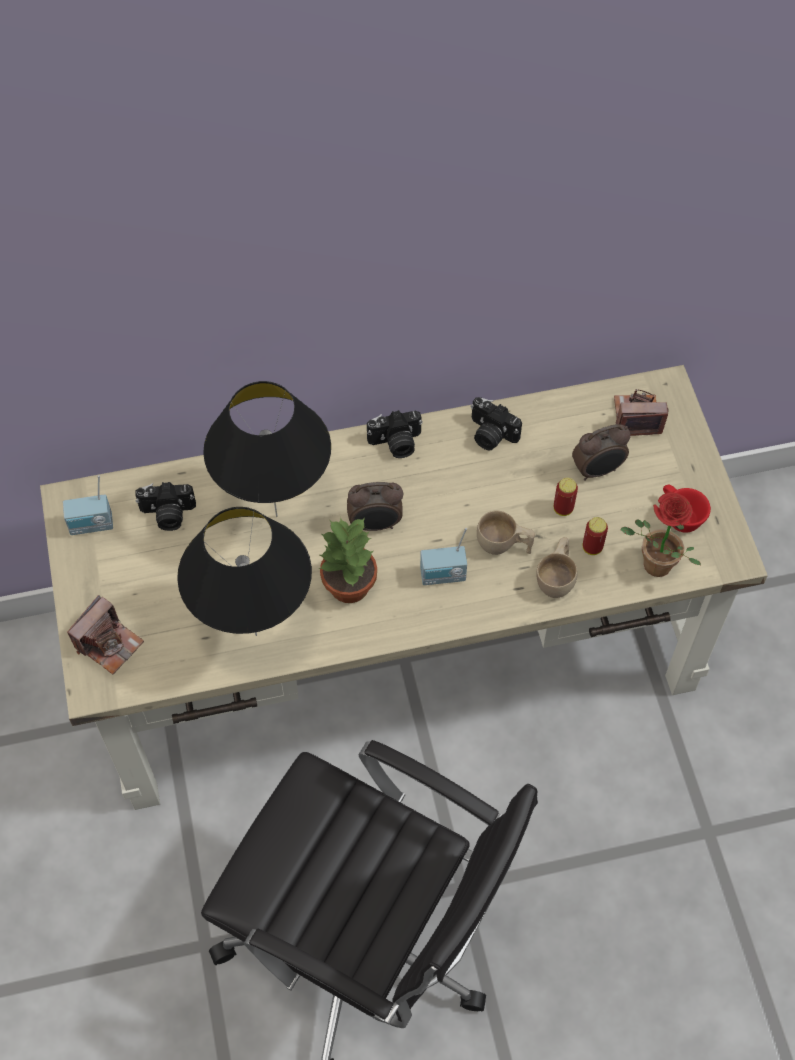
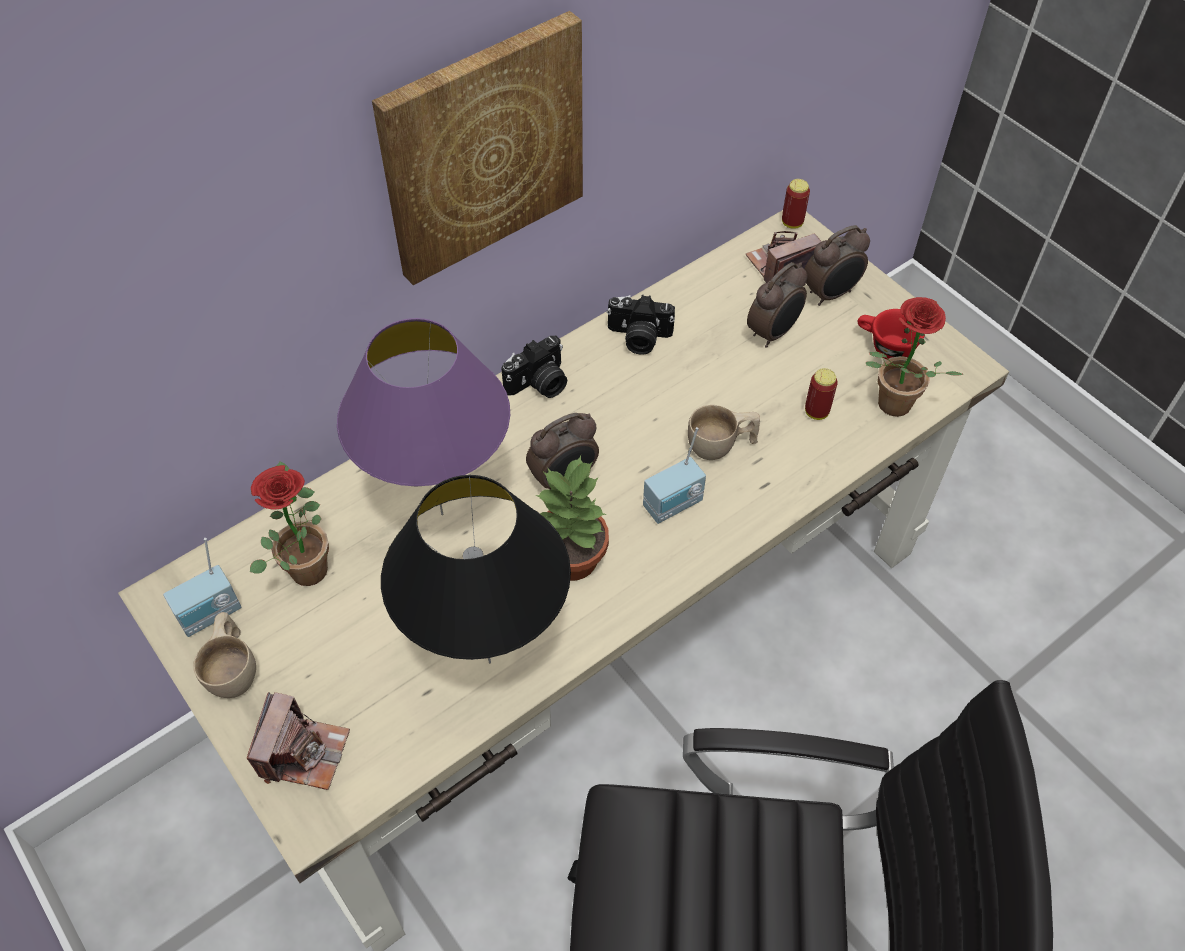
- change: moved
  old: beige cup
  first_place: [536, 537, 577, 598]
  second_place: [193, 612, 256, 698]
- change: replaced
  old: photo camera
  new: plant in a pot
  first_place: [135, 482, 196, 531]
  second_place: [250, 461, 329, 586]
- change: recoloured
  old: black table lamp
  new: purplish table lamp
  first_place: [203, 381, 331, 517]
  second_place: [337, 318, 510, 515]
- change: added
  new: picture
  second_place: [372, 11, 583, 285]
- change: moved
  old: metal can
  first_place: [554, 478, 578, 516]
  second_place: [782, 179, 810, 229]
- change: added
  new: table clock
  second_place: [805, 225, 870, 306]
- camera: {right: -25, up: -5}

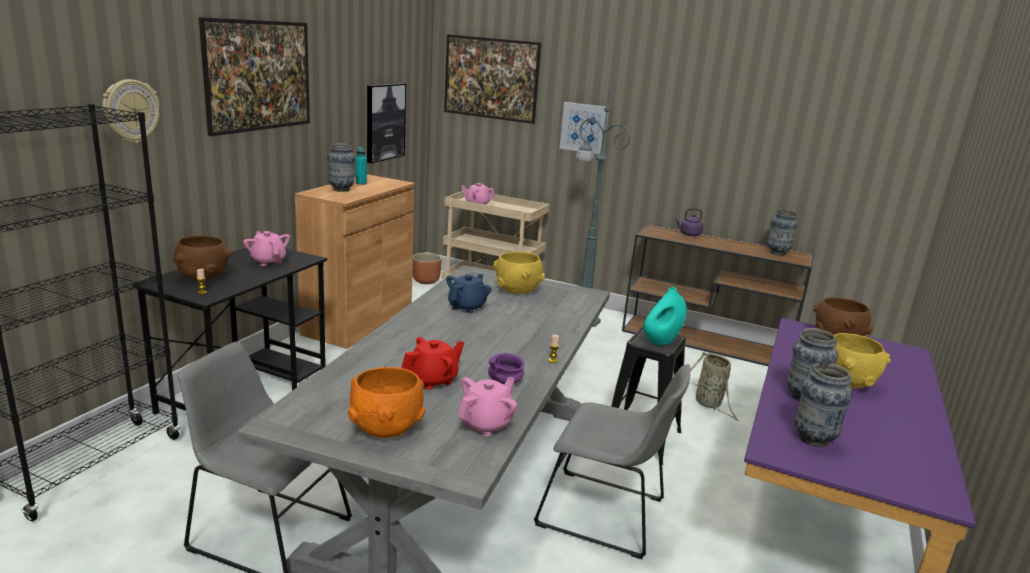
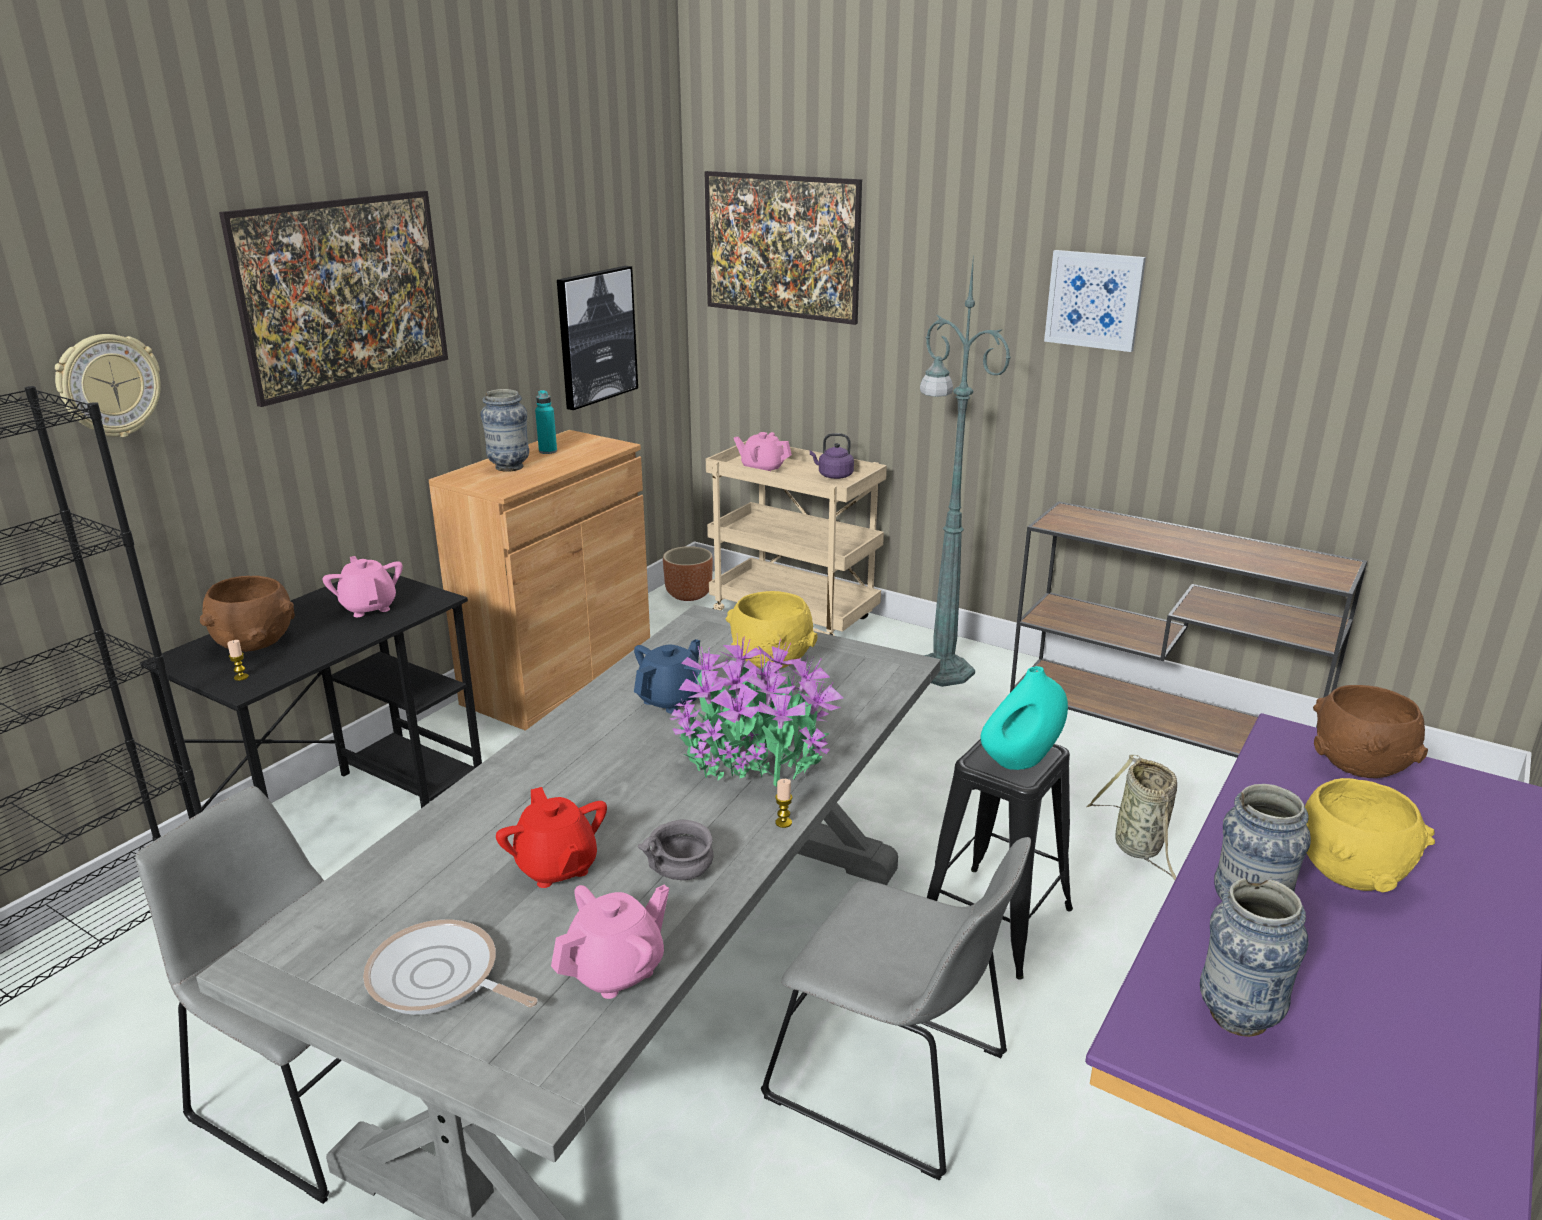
- change: replaced
  old: orange serving bowl
  new: pan
  first_place: [348, 367, 426, 438]
  second_place: [363, 919, 538, 1015]
- change: turned
  old: red tea pot
  first_place: [401, 337, 464, 390]
  second_place: [496, 787, 607, 888]
  degrees: 90
- change: recoloured
  old: purplish serving bowl
  new: grey serving bowl
  first_place: [488, 353, 525, 384]
  second_place: [638, 820, 714, 880]
- change: added
  new: plant in a pot
  second_place: [670, 636, 843, 787]
- change: moved
  old: purplish tea kettle
  first_place: [675, 208, 703, 236]
  second_place: [810, 433, 854, 479]
- change: moved
  old: picture
  first_place: [560, 102, 609, 155]
  second_place: [1044, 250, 1146, 352]
- change: removed
  old: flower vase
  first_place: [767, 209, 798, 255]
- camera: {right: 10, up: 5}

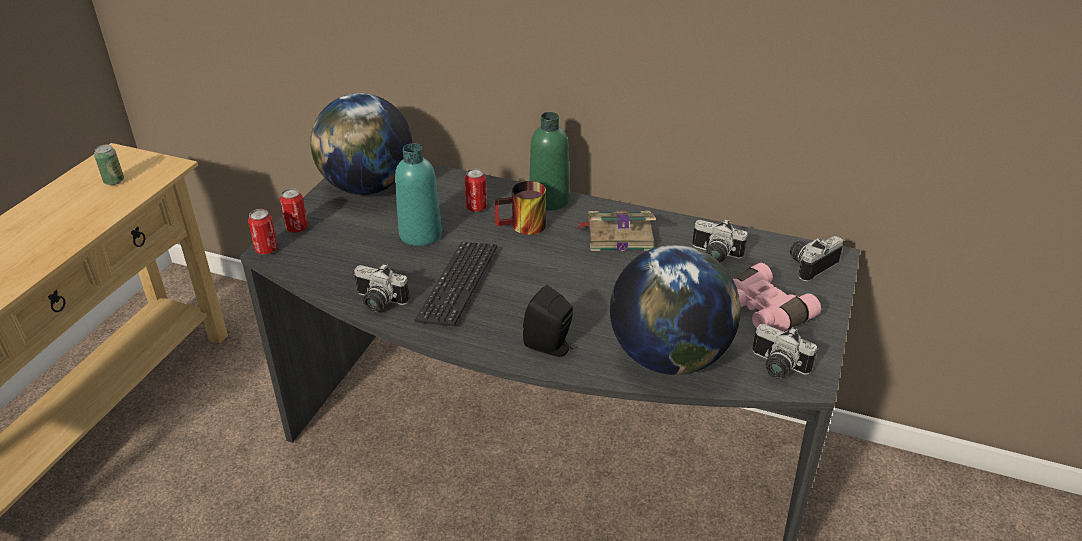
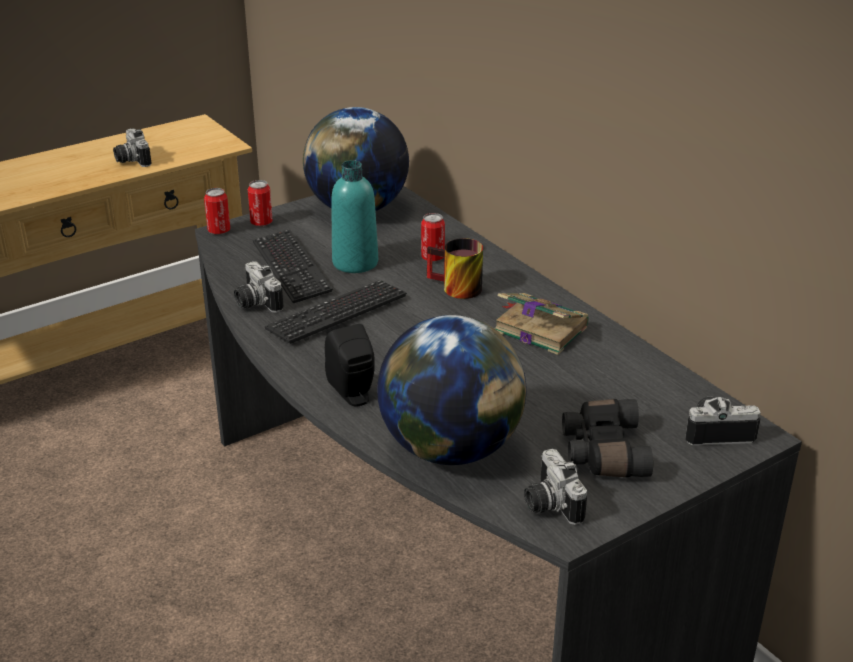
- change: moved
  old: photo camera
  first_place: [692, 219, 748, 262]
  second_place: [113, 129, 152, 167]
- change: added
  new: PC keyboard
  second_place: [253, 230, 333, 303]
- change: recoloured
  old: pink pair of binoculars
  new: black pair of binoculars
  first_place: [733, 263, 821, 331]
  second_place: [562, 399, 653, 477]
- change: removed
  old: metal can
  first_place: [94, 144, 124, 185]
- change: removed
  old: green drink bottle
  first_place: [529, 112, 570, 211]
- camera: {right: 35, up: -5}

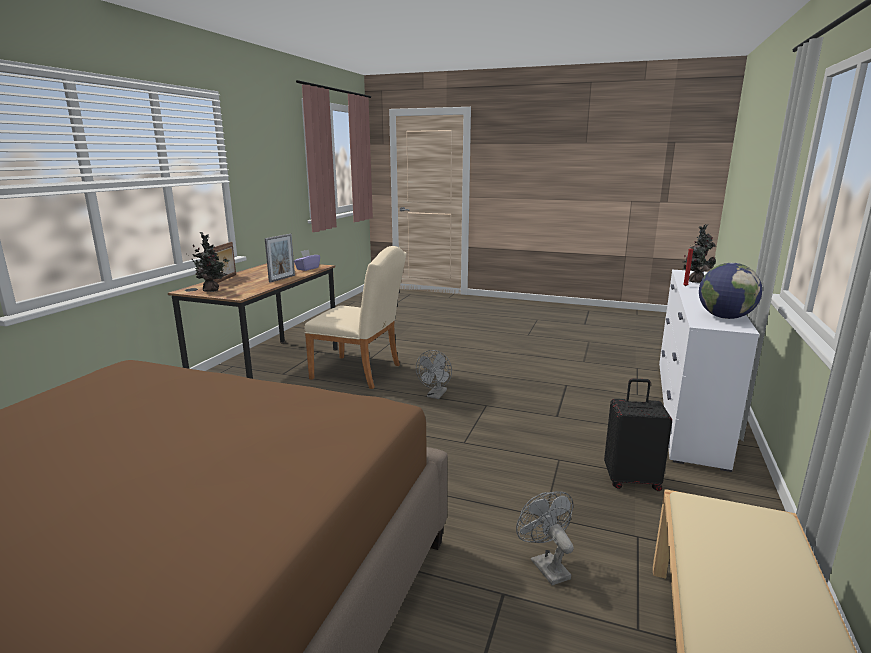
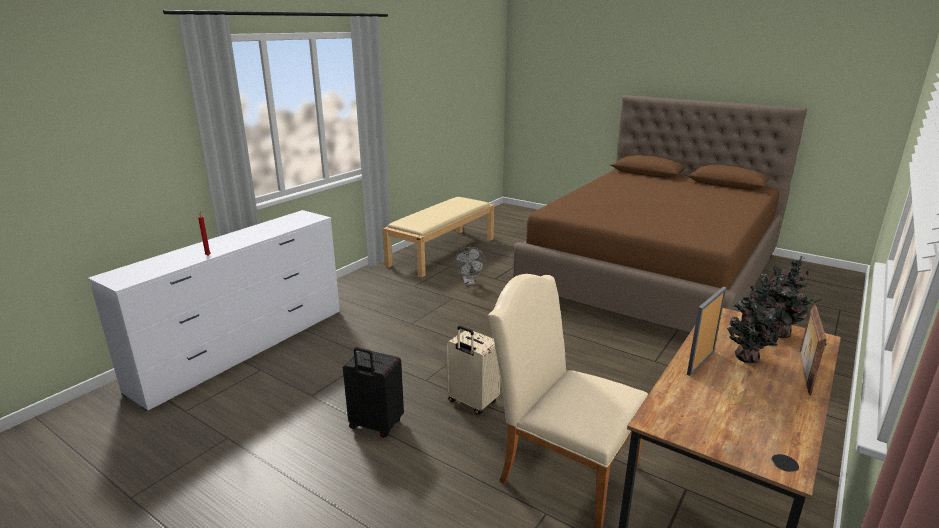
- change: moved
  old: black piece of luggage
  first_place: [604, 378, 672, 491]
  second_place: [343, 347, 404, 438]
- change: replaced
  old: grey electric fan
  new: beige piece of luggage
  first_place: [416, 350, 452, 399]
  second_place: [447, 325, 500, 414]
- change: moved
  old: plant in a pot
  first_place: [683, 224, 716, 283]
  second_place: [727, 274, 784, 364]
- change: removed
  old: purplish tissue box
  first_place: [294, 250, 320, 271]
- change: removed
  old: desk globe
  first_place: [699, 263, 762, 319]
- camera: {right: -165, up: 5}

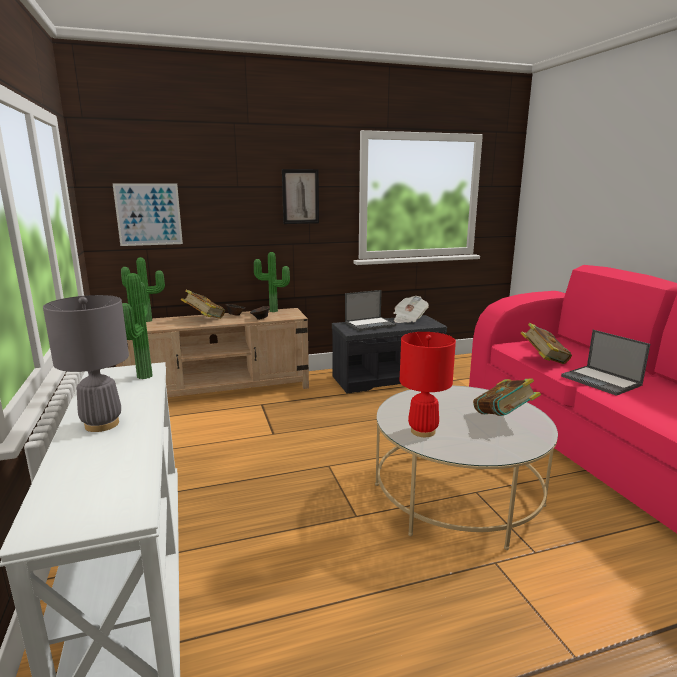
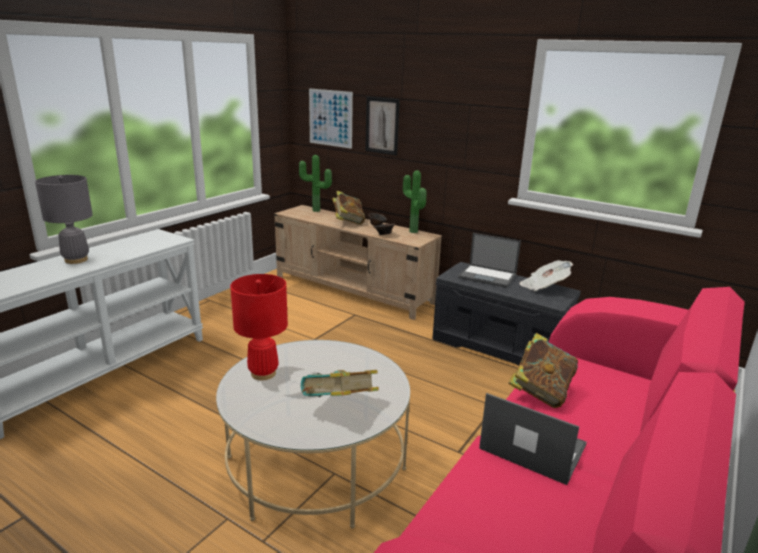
- change: moved
  old: picture
  first_place: [282, 169, 319, 224]
  second_place: [365, 97, 400, 156]
- change: turned
  old: laptop
  first_place: [561, 330, 650, 396]
  second_place: [479, 393, 587, 485]
  degrees: 105
- change: removed
  old: plant in a pot
  first_place: [122, 273, 153, 379]
- camera: {right: 50, up: 5}

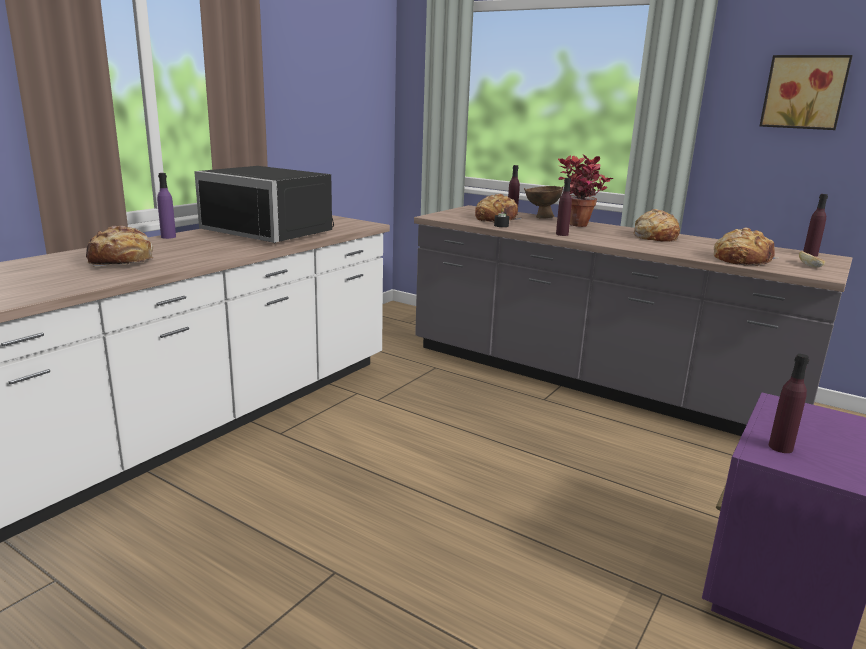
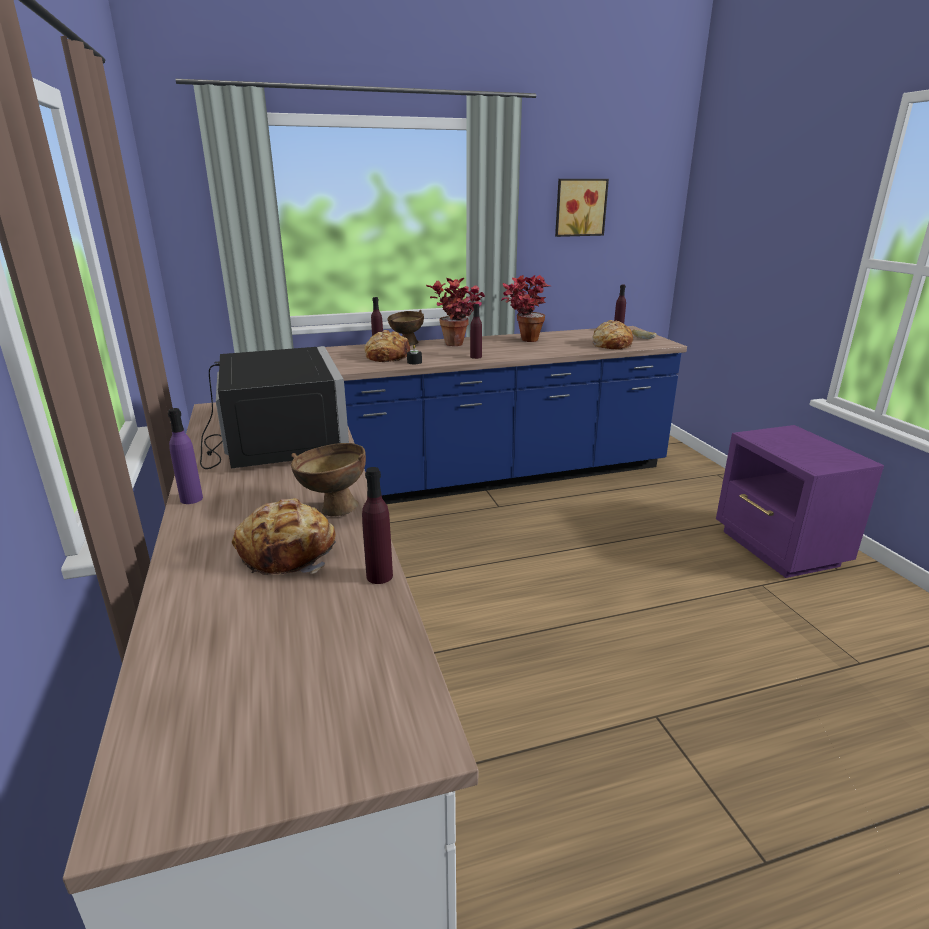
- change: turned
  old: black microwave oven
  first_place: [194, 166, 334, 243]
  second_place: [200, 346, 349, 469]
  degrees: -90
- change: added
  new: brownish serving bowl
  second_place: [291, 443, 366, 517]
- change: recoloured
  old: grey kitchen base unit
  new: bluish kitchen base unit
  first_place: [414, 205, 853, 436]
  second_place: [325, 326, 687, 504]
- change: moved
  old: purplish drink bottle
  first_place: [769, 354, 809, 453]
  second_place: [362, 467, 393, 584]
- change: replaced
  old: baked bread
  new: plant in a pot
  first_place: [633, 209, 680, 242]
  second_place: [501, 275, 551, 342]
- camera: {right: -50, up: 5}

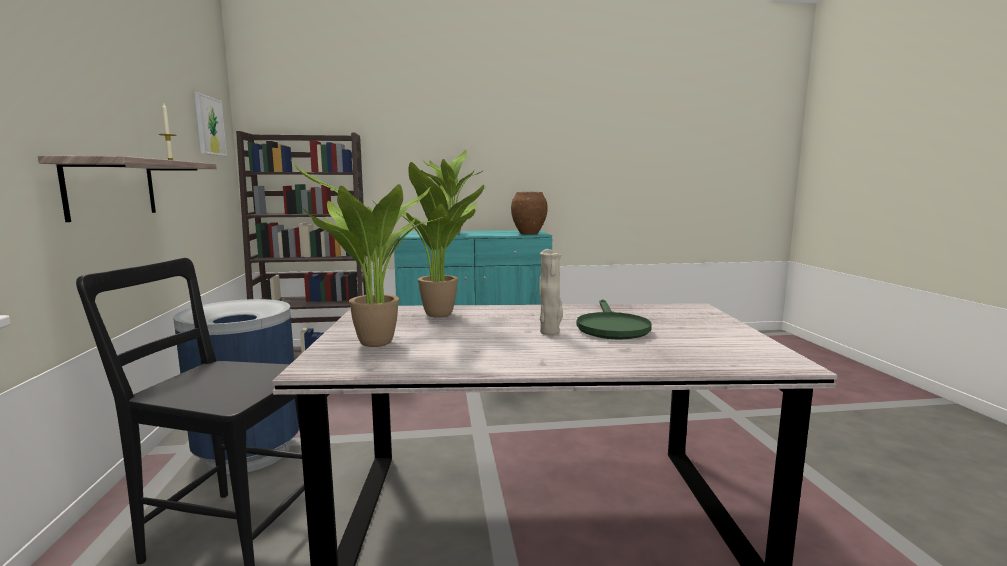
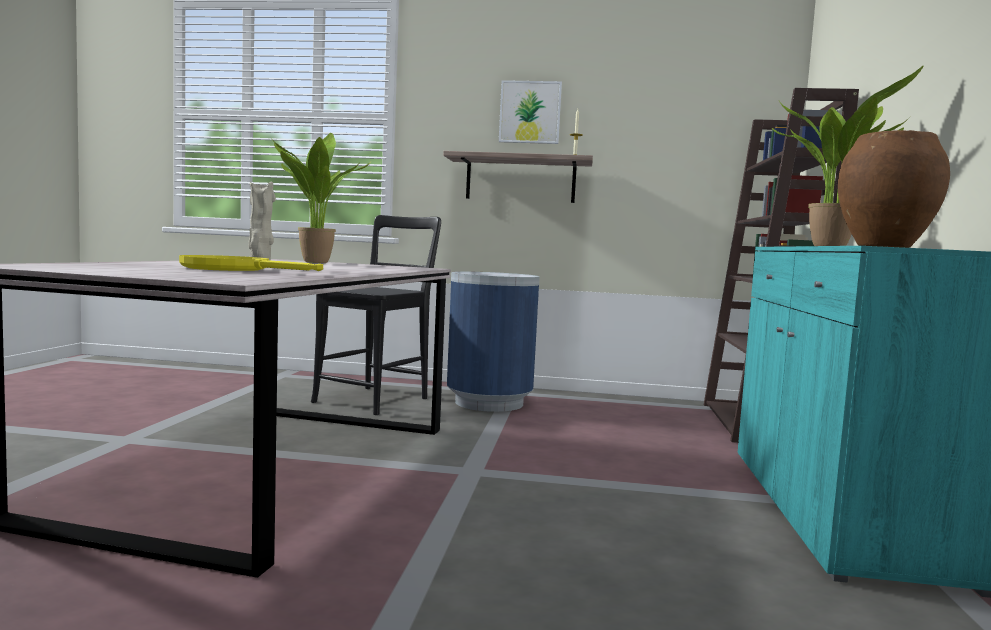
- change: recoloured
  old: green pan
  new: yellowish pan
  first_place: [576, 299, 652, 340]
  second_place: [179, 255, 323, 271]
- change: moved
  old: picture
  first_place: [194, 92, 227, 156]
  second_place: [499, 80, 562, 144]
- change: removed
  old: plant in a pot
  first_place: [375, 162, 485, 318]
- camera: {right: 105, up: -5}

